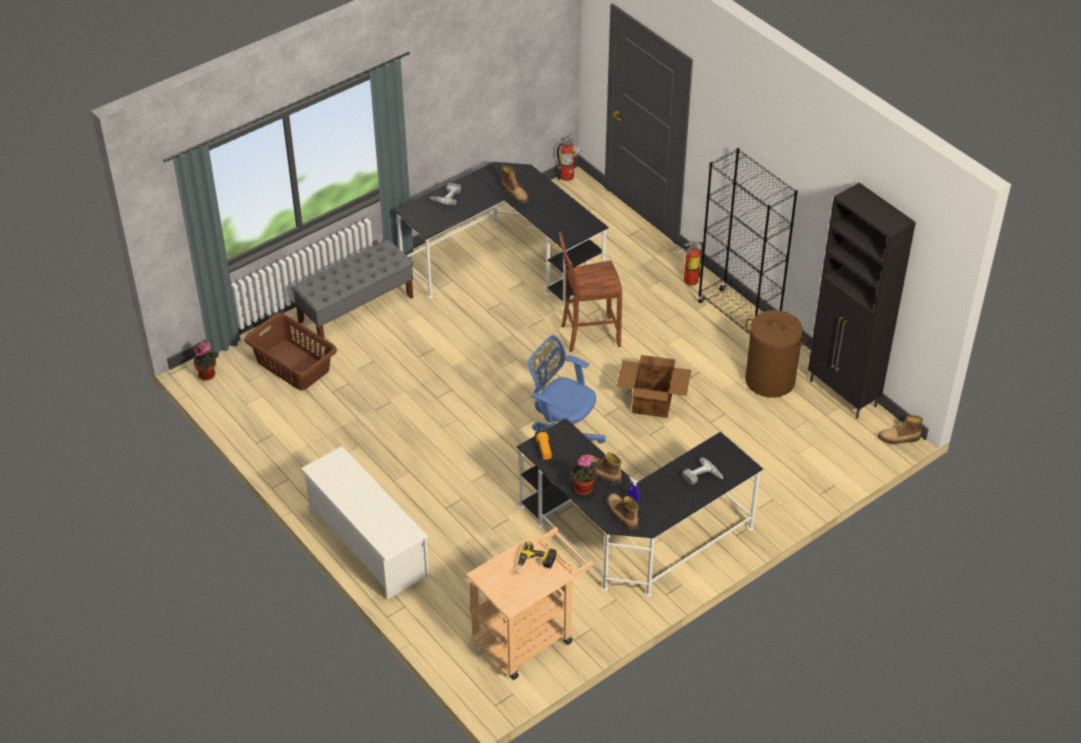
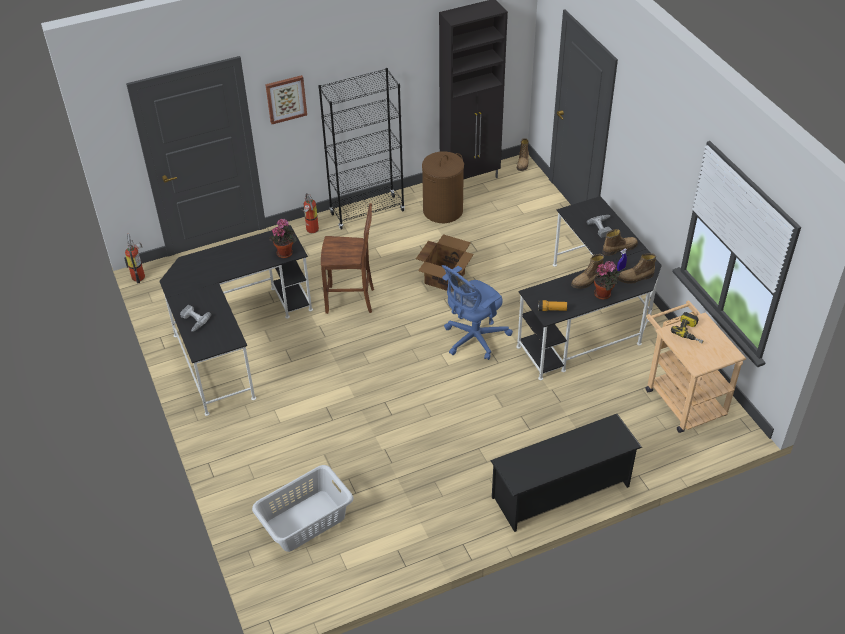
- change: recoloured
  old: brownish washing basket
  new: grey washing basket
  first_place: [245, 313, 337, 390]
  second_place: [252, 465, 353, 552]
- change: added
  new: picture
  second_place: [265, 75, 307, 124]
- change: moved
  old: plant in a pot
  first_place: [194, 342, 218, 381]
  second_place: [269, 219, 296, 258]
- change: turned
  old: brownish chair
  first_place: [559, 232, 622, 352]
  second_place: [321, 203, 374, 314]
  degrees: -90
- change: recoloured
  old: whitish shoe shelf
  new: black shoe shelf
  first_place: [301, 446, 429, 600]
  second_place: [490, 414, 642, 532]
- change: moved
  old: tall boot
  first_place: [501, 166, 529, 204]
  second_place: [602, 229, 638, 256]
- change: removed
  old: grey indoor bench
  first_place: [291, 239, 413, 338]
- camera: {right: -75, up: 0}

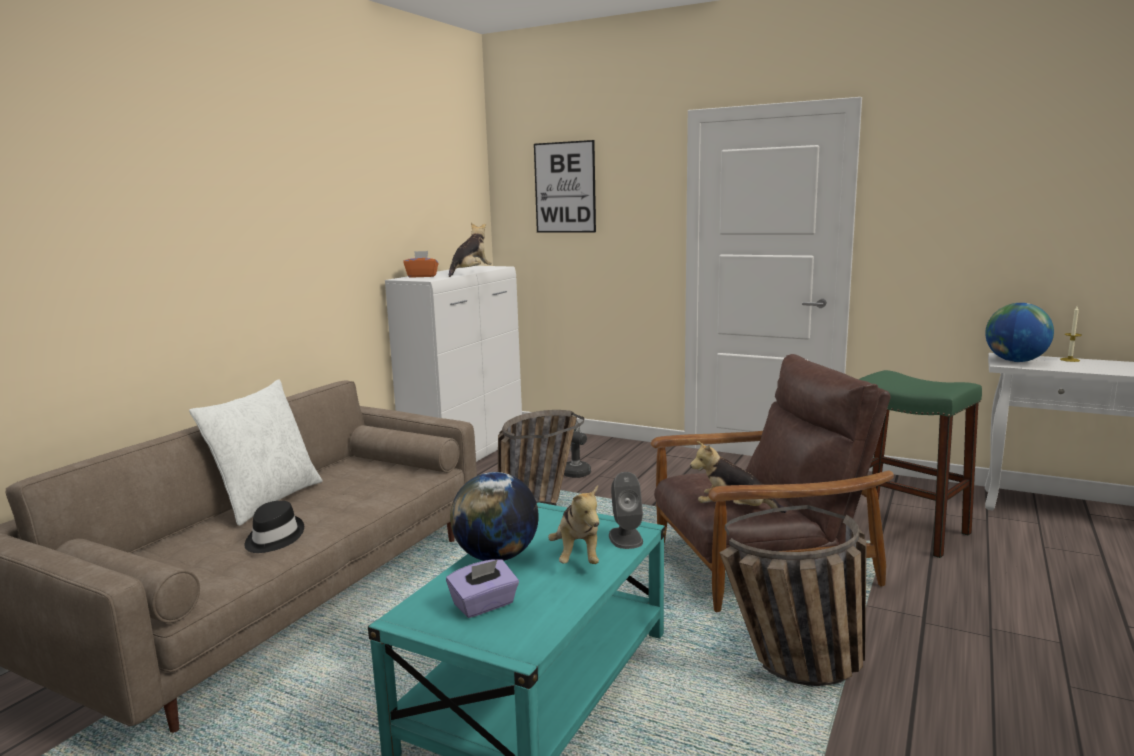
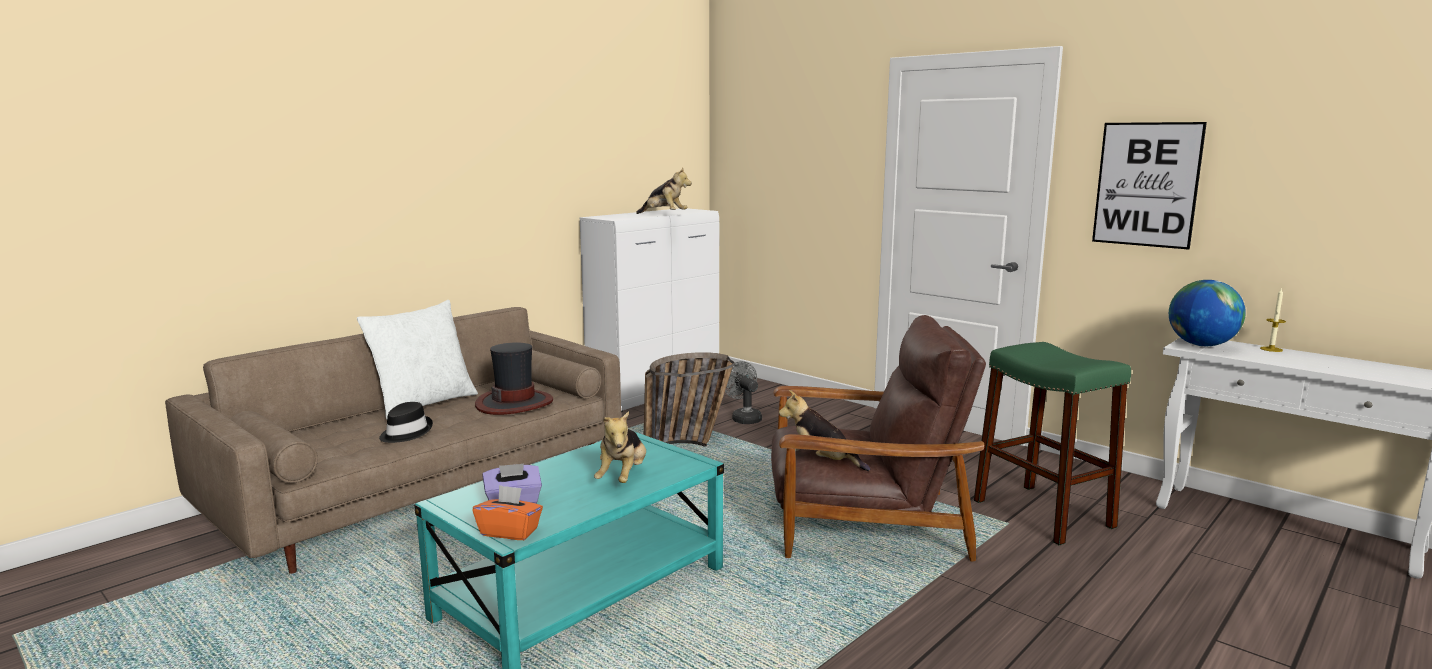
- change: moved
  old: orange tissue box
  first_place: [403, 251, 439, 278]
  second_place: [472, 485, 543, 540]
- change: added
  new: wearable hat
  second_place: [475, 342, 553, 415]
- change: turned
  old: plush toy
  first_place: [449, 223, 492, 277]
  second_place: [636, 167, 692, 214]
  degrees: 75
- change: moved
  old: picture
  first_place: [534, 140, 596, 232]
  second_place: [1092, 122, 1207, 250]
- change: removed
  old: desk globe
  first_place: [450, 472, 539, 561]
- change: removed
  old: grey loudspeaker
  first_place: [609, 472, 643, 549]
- change: removed
  old: household basket
  first_place: [719, 505, 867, 686]
- camera: {right: 15, up: 0}

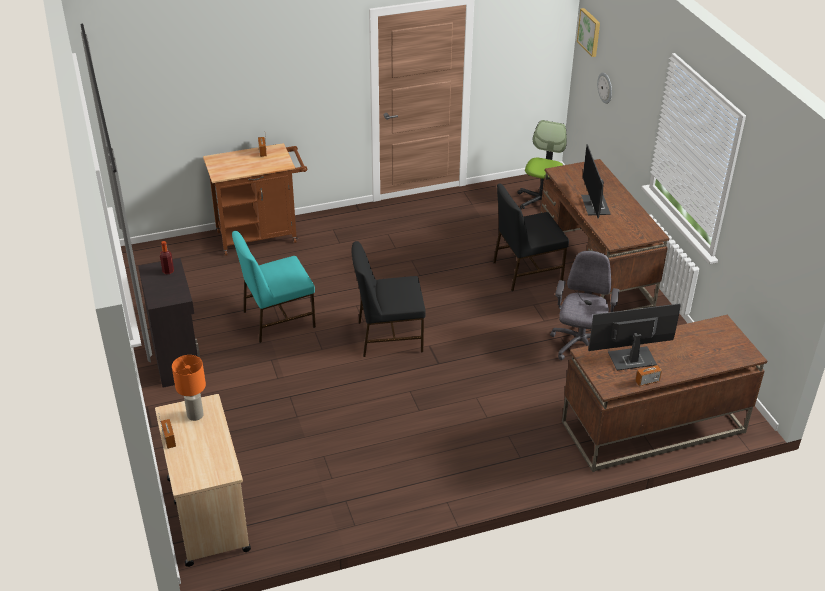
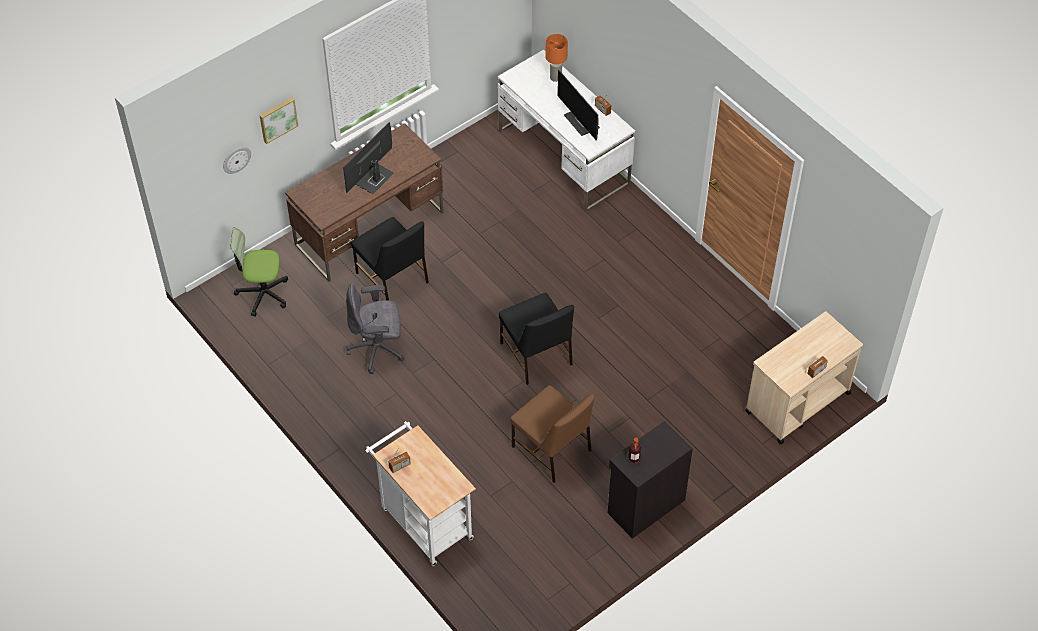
- change: moved
  old: picture
  first_place: [577, 8, 600, 57]
  second_place: [260, 97, 298, 144]
- change: turned
  old: monitor
  first_place: [581, 144, 611, 219]
  second_place: [343, 122, 394, 194]
  degrees: 150
- change: moved
  old: grey computer chair
  first_place: [550, 251, 619, 360]
  second_place: [346, 283, 405, 374]
- change: recoloured
  old: brownish cart
  new: whitish cart
  first_place: [203, 143, 307, 256]
  second_place: [365, 421, 476, 566]
- change: recoloured
  old: brownish desk table
  new: whitish desk table
  first_place: [562, 315, 767, 472]
  second_place: [498, 50, 635, 212]
- change: recoloured
  old: blue-green chair
  new: brownish chair
  first_place: [232, 231, 316, 343]
  second_place: [510, 385, 595, 483]
- change: moved
  old: orange table lamp
  first_place: [172, 355, 206, 421]
  second_place: [545, 34, 568, 82]
- camera: {right: -110, up: 15}

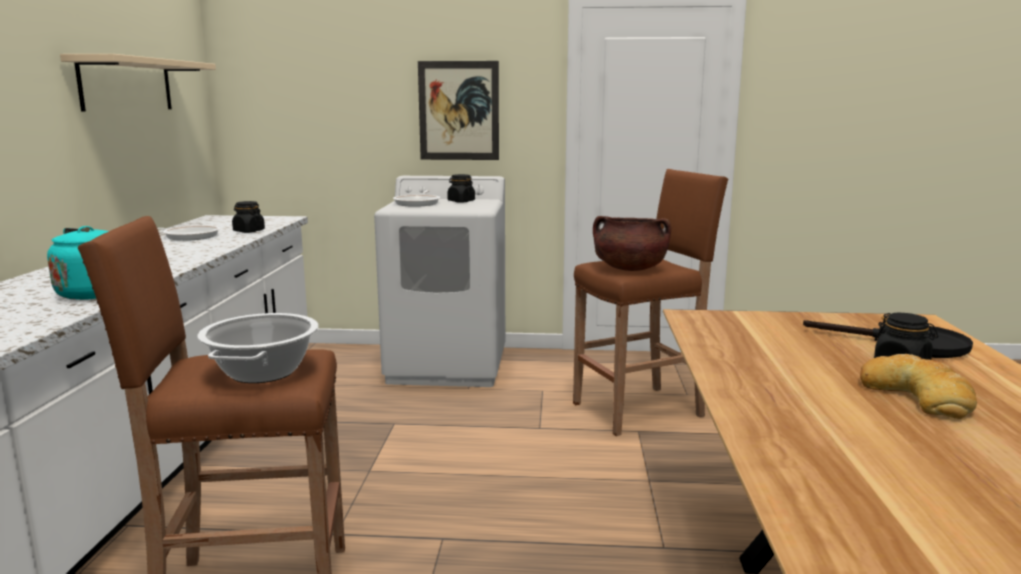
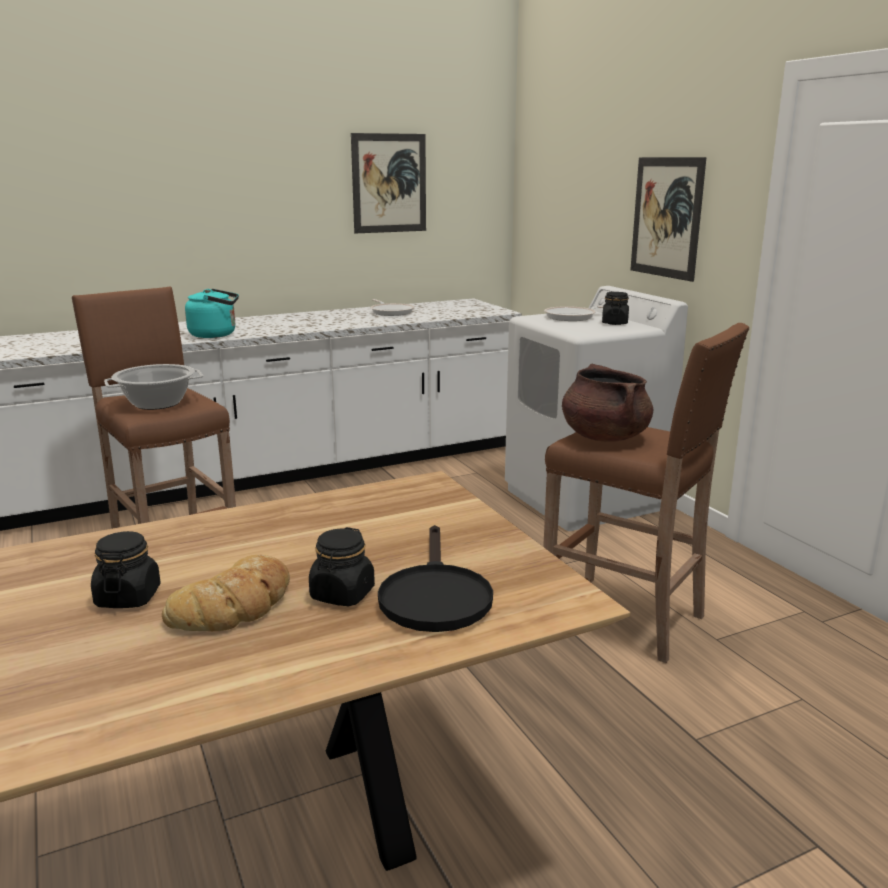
- change: moved
  old: black storage jar
  first_place: [232, 201, 265, 233]
  second_place: [91, 531, 161, 608]
- change: replaced
  old: beige wall shelf
  new: picture
  first_place: [60, 54, 216, 112]
  second_place: [351, 133, 426, 234]
- camera: {right: 60, up: 5}

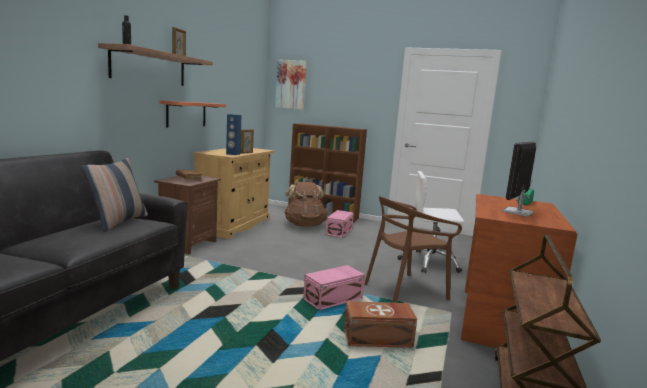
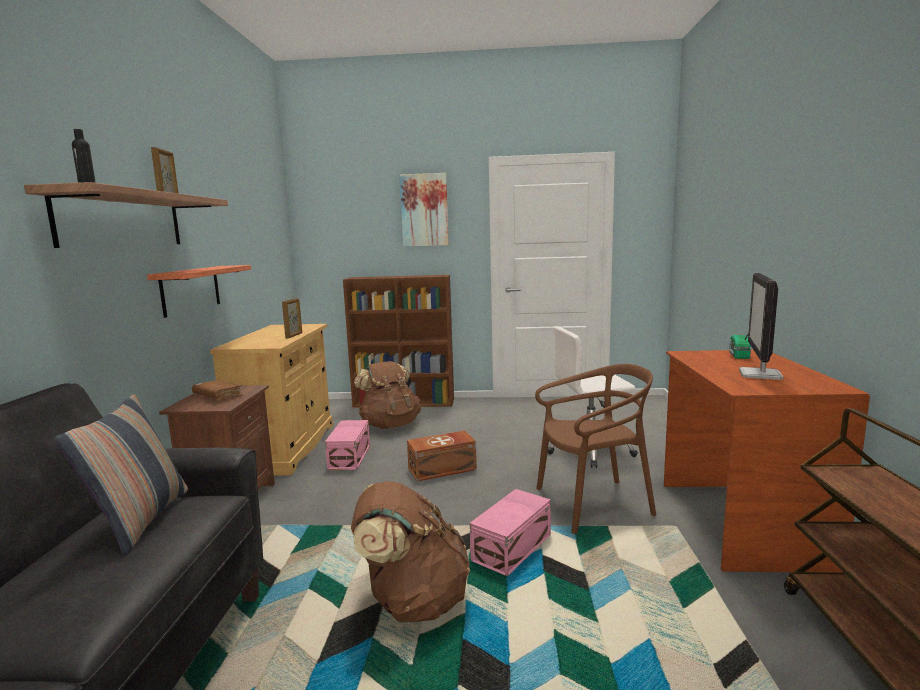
- change: moved
  old: pink storage box
  first_place: [326, 210, 354, 238]
  second_place: [325, 420, 370, 470]
- change: added
  new: brownish rucksack
  second_place: [351, 481, 470, 622]
- change: moved
  old: picture
  first_place: [275, 60, 307, 110]
  second_place: [399, 173, 449, 247]
- change: moved
  old: brownish storage box
  first_place: [344, 301, 417, 348]
  second_place: [407, 430, 477, 481]
- change: turned
  old: brownish chair
  first_place: [364, 196, 462, 303]
  second_place: [535, 364, 656, 534]
  degrees: -150
- change: removed
  old: bluish loudspeaker
  first_place: [226, 114, 241, 155]
- camera: {right: -15, up: 0}

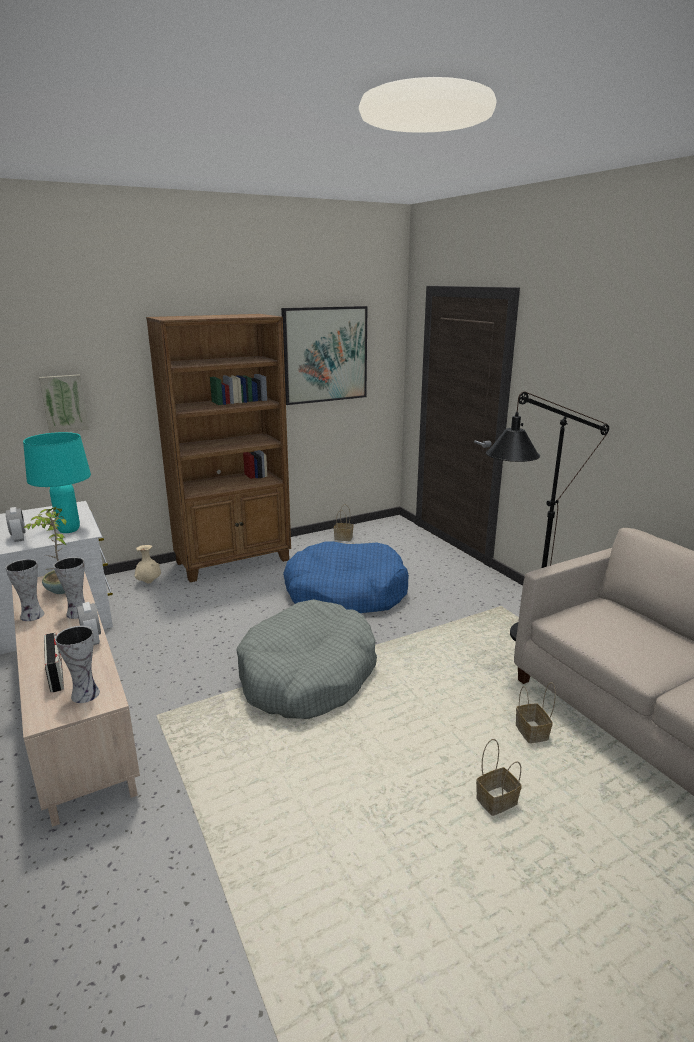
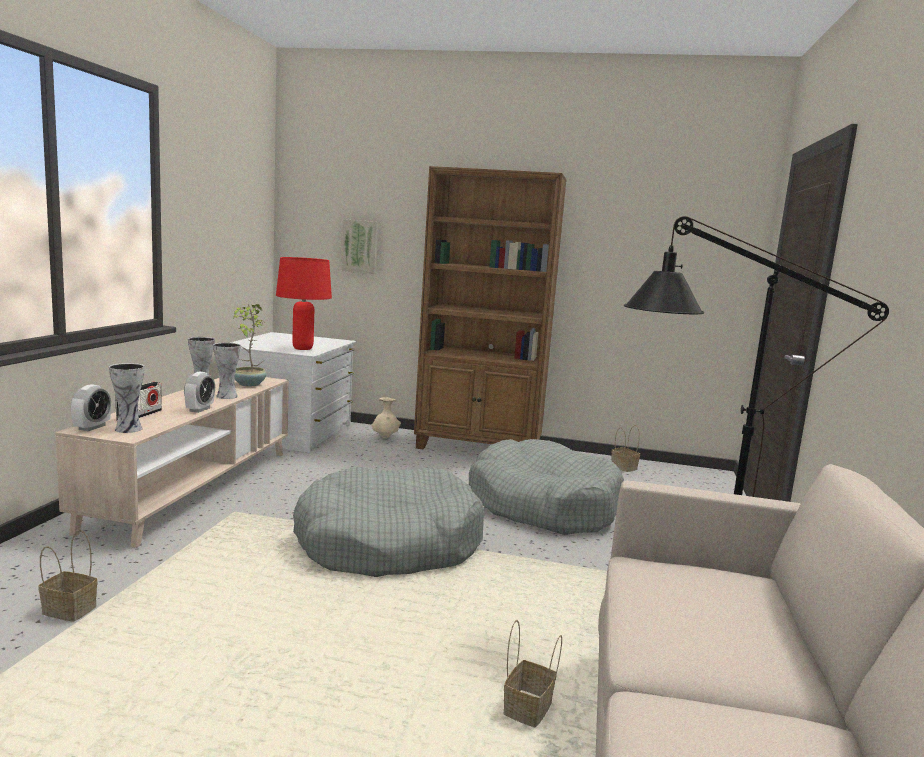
- change: moved
  old: household basket
  first_place: [476, 739, 522, 816]
  second_place: [38, 530, 97, 622]
- change: moved
  old: table clock
  first_place: [5, 507, 26, 542]
  second_place: [71, 384, 111, 431]
- change: recoloured
  old: blue-green table lamp
  new: red table lamp
  first_place: [23, 432, 91, 533]
  second_place: [276, 257, 332, 350]
- change: recoloured
  old: bluish pet bed
  new: grey pet bed
  first_place: [283, 541, 409, 613]
  second_place: [469, 439, 624, 535]
- change: removed
  old: picture
  first_place: [281, 306, 368, 405]
- camera: {right: 40, up: -10}

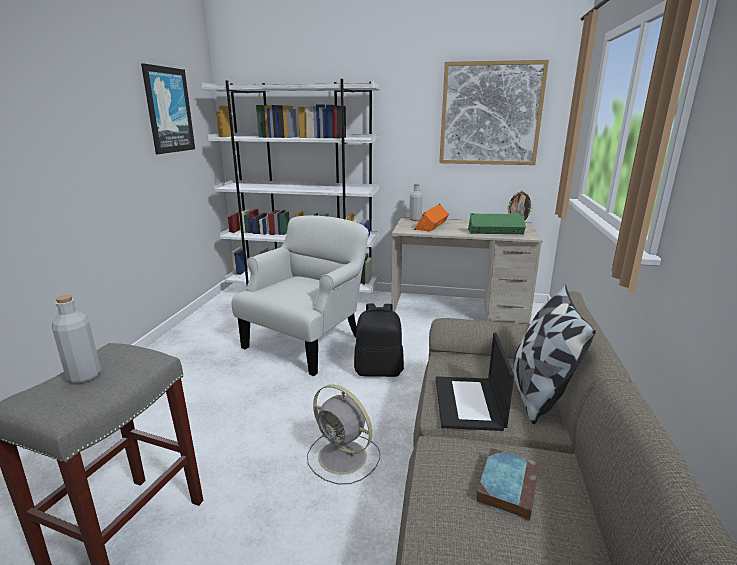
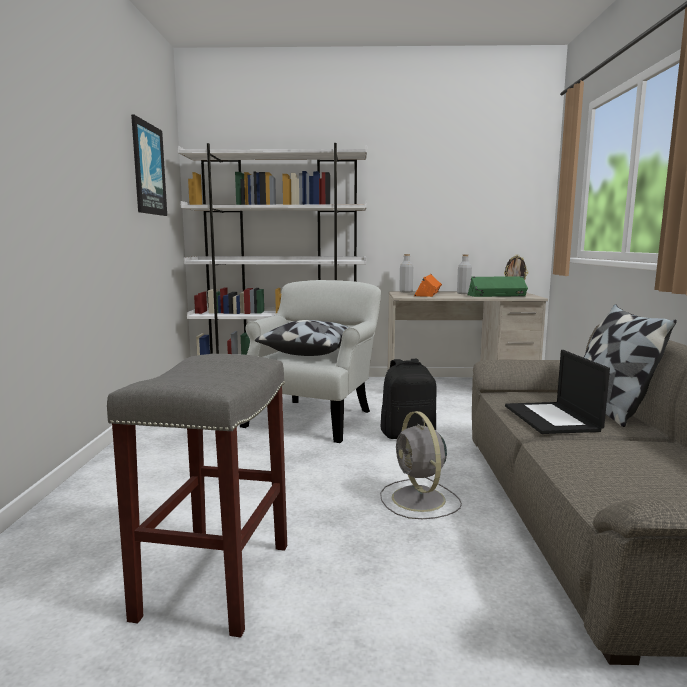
- change: added
  new: throw pillow
  second_place: [255, 320, 349, 356]
- change: turned
  old: grey electric fan
  first_place: [307, 385, 380, 484]
  second_place: [380, 411, 462, 519]
  degrees: 45
- change: moved
  old: grey drink bottle
  first_place: [52, 295, 101, 383]
  second_place: [457, 254, 472, 294]
- change: removed
  old: picture
  first_place: [439, 60, 549, 165]
- change: removed
  old: bound book
  first_place: [476, 448, 539, 521]
- camera: {right: -10, up: -10}

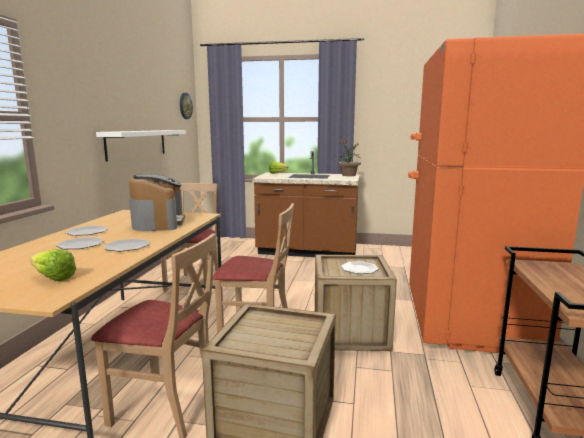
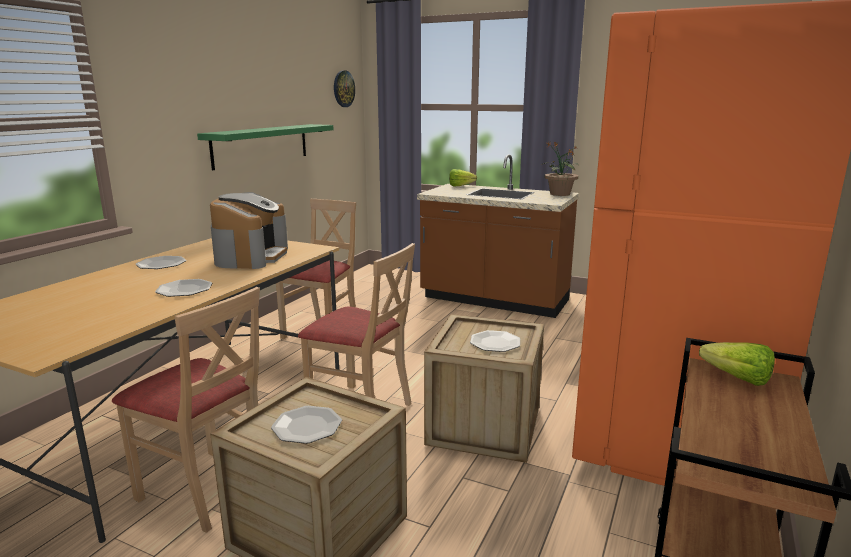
- change: recoloured
  old: whitish wall shelf
  new: green wall shelf
  first_place: [96, 130, 186, 161]
  second_place: [197, 124, 334, 170]
- change: moved
  old: plate
  first_place: [56, 237, 104, 249]
  second_place: [271, 406, 342, 444]
- change: moved
  old: head of lettuce
  first_place: [30, 250, 76, 282]
  second_place: [699, 342, 775, 386]
- camera: {right: 15, up: 5}

